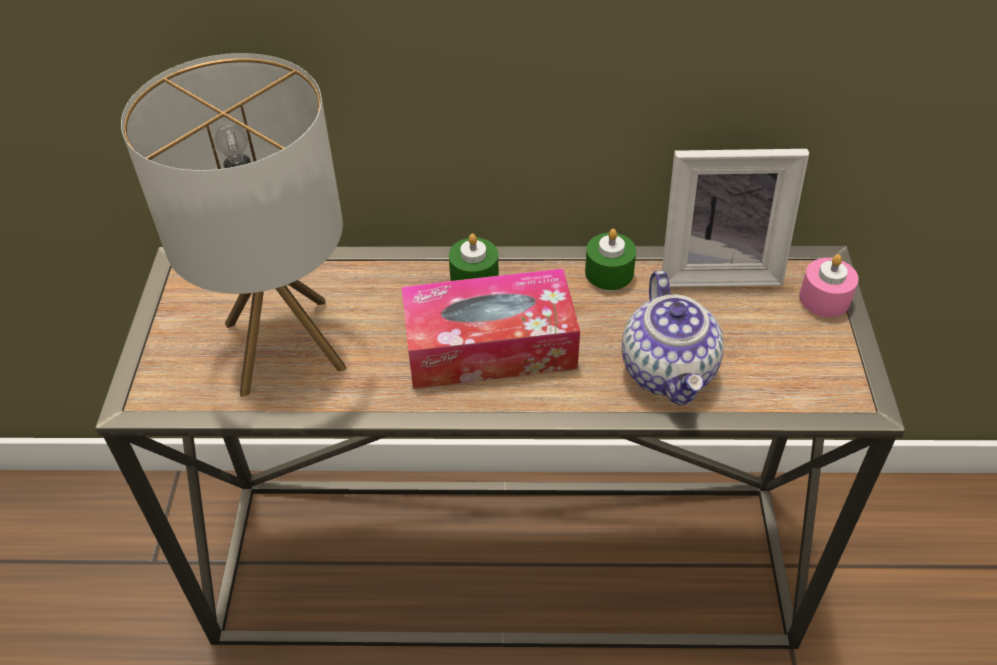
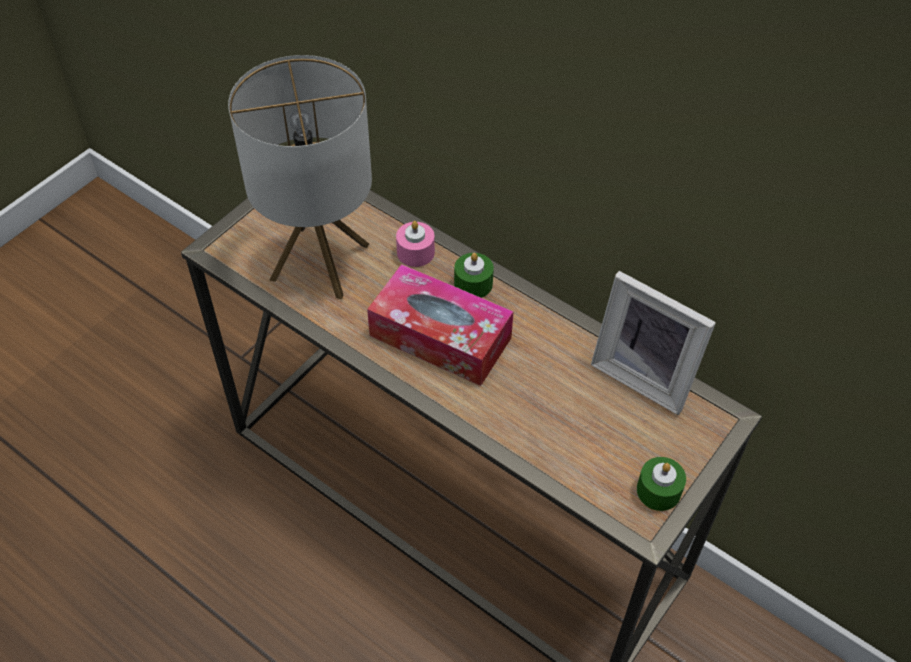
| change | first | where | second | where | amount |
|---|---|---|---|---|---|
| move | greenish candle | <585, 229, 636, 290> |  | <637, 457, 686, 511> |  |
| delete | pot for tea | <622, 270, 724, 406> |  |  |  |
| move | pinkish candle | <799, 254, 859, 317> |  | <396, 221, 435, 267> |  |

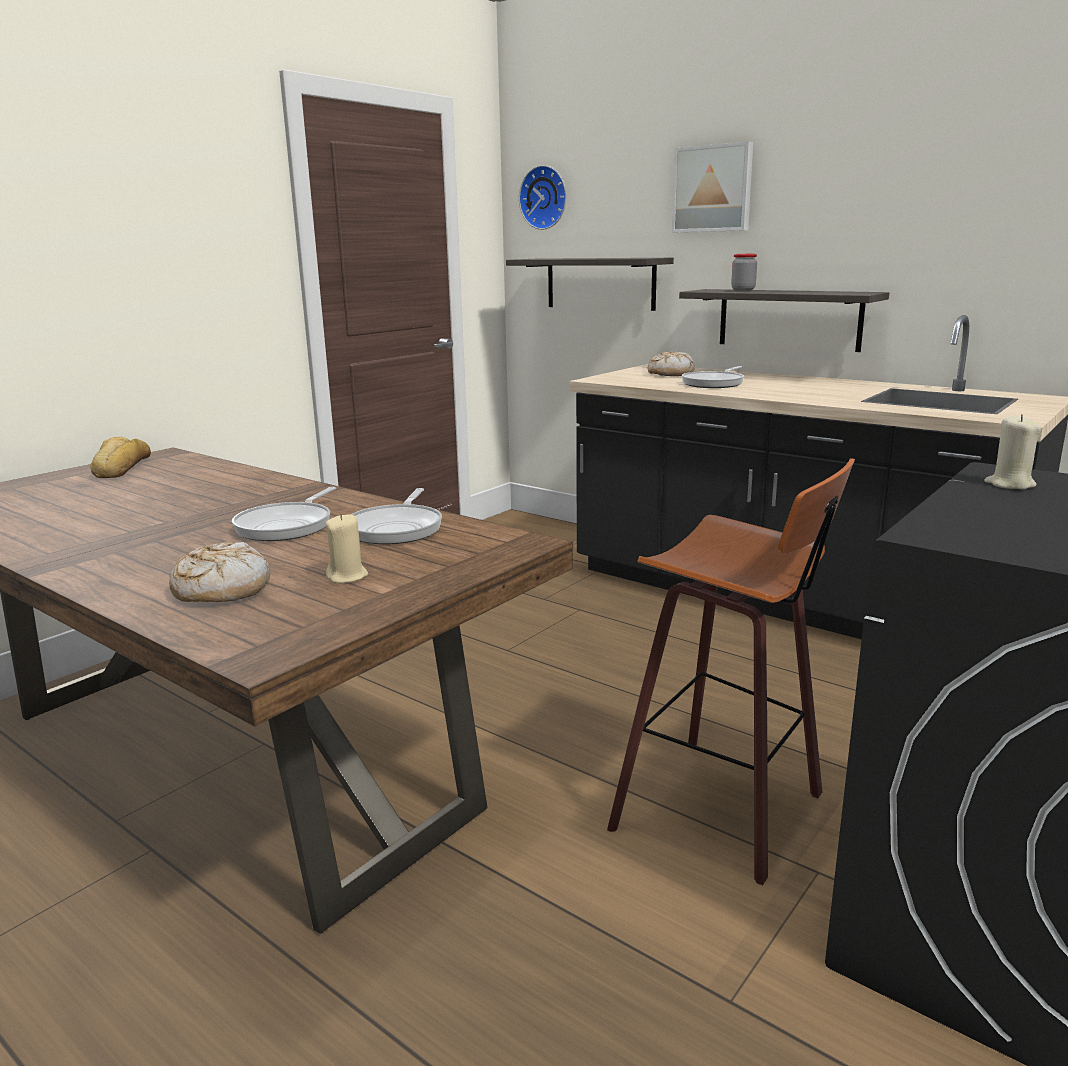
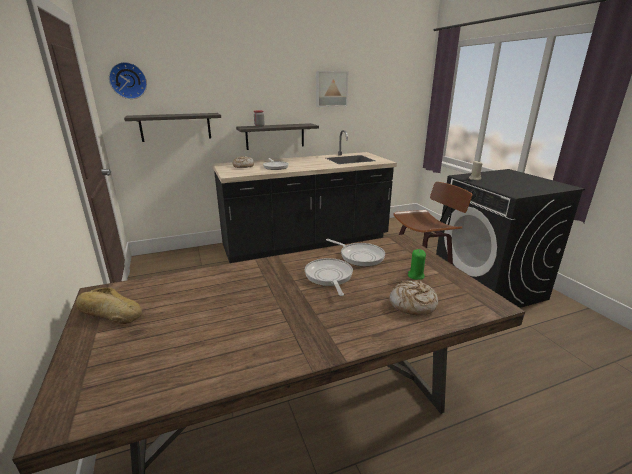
| change | first | where | second | where | amount |
|---|---|---|---|---|---|
| rotate | pan | <232, 487, 336, 541> |  | <305, 258, 353, 296> | 150 degrees counterclockwise |
| recolor | beige candle | <326, 513, 368, 583> | greenish candle | <408, 249, 426, 280> |  |
| move | wall art | <672, 141, 753, 232> |  | <316, 71, 348, 107> |  |

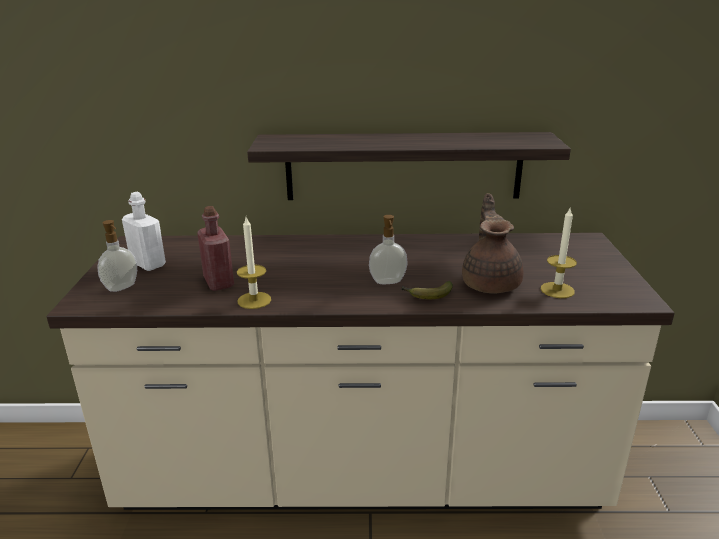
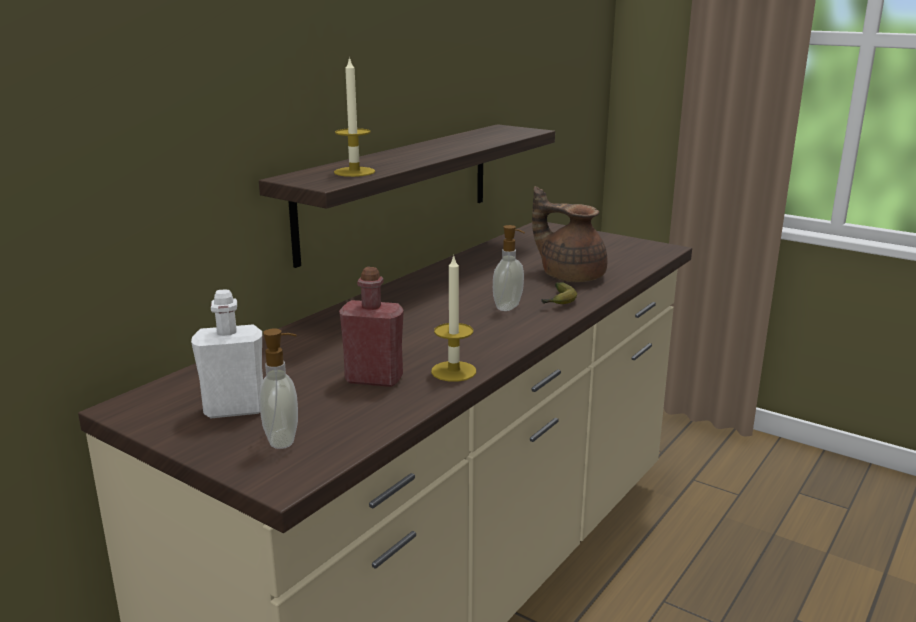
| change | first | where | second | where | amount |
|---|---|---|---|---|---|
| move | candle | <540, 206, 577, 298> |  | <334, 56, 375, 177> |  |

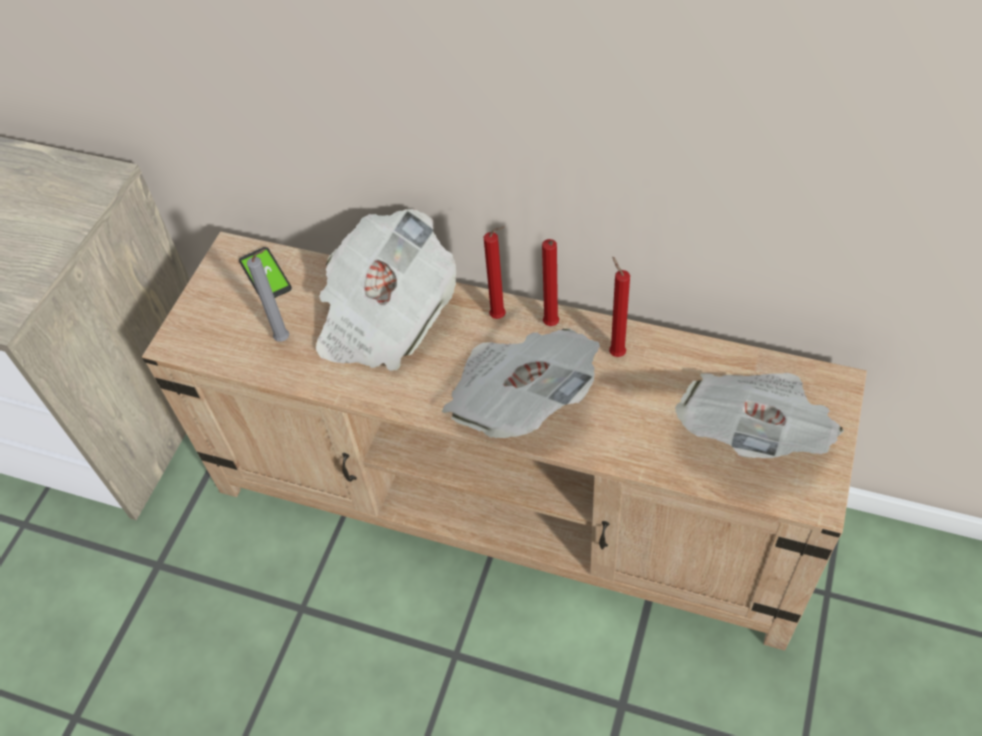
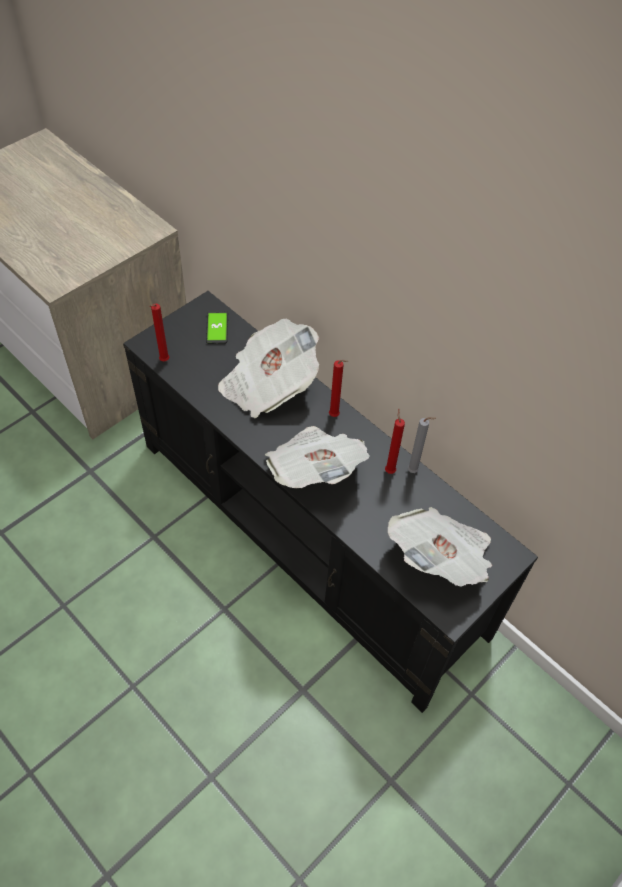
| change | first | where | second | where | amount |
|---|---|---|---|---|---|
| recolor | beige media console | <142, 232, 867, 651> | blackish media console | <123, 291, 538, 713> |  |
| move | grey candle | <247, 249, 289, 342> |  | <408, 417, 436, 473> |  |
| move | red candle | <542, 239, 559, 326> |  | <150, 304, 169, 361> |  |

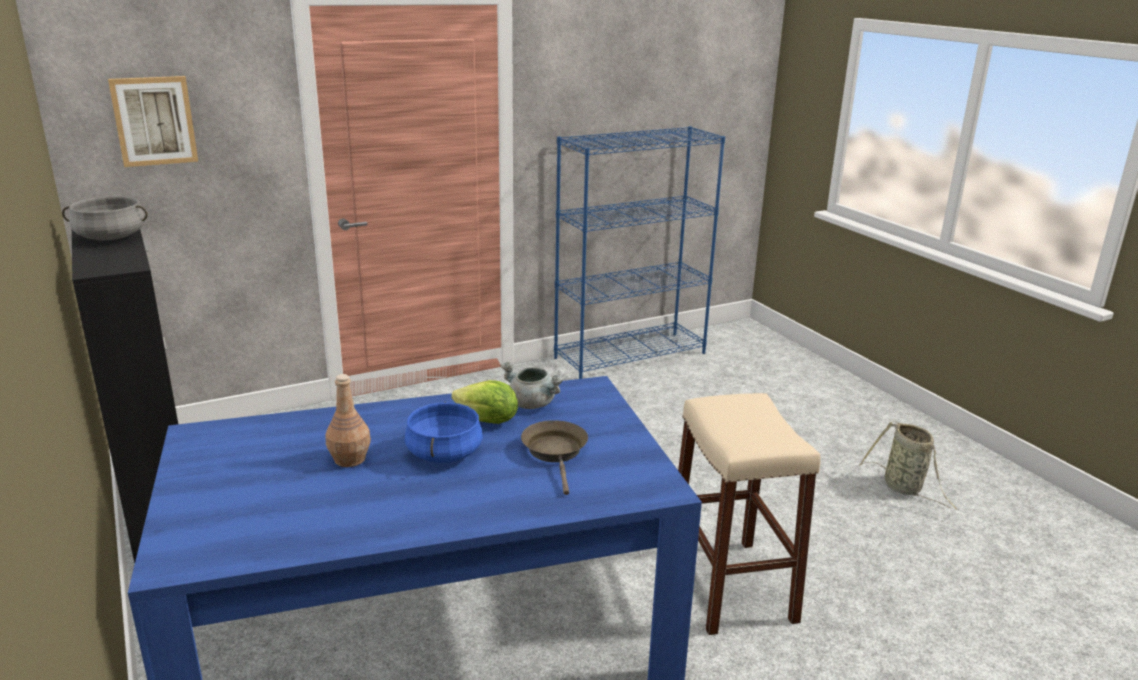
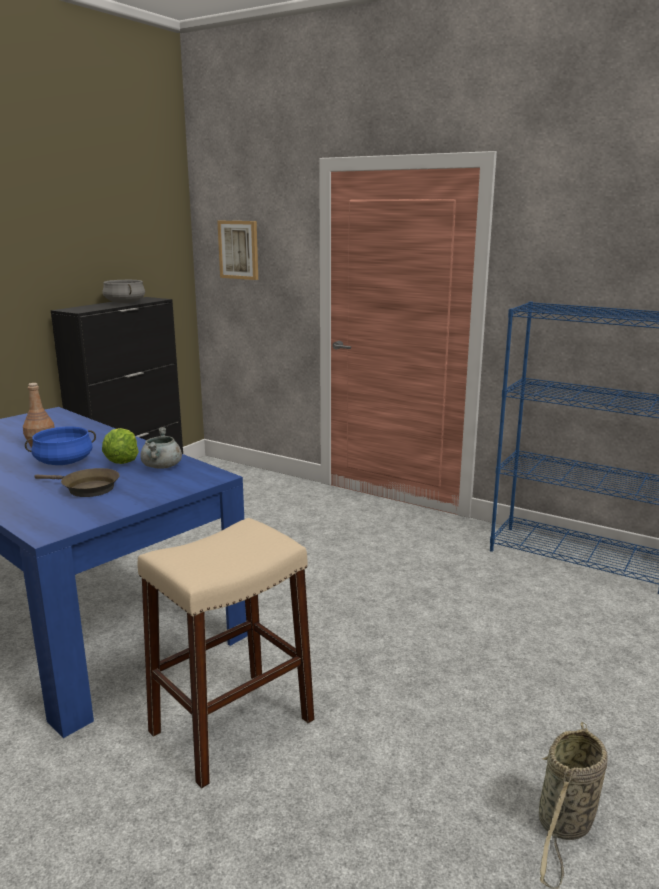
| change | first | where | second | where | amount |
|---|---|---|---|---|---|
| rotate | brownish pan | <521, 420, 588, 495> |  | <34, 468, 120, 497> | 60 degrees clockwise |

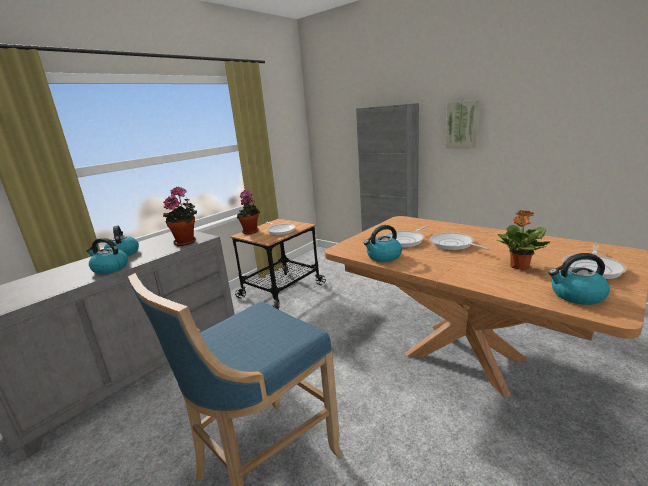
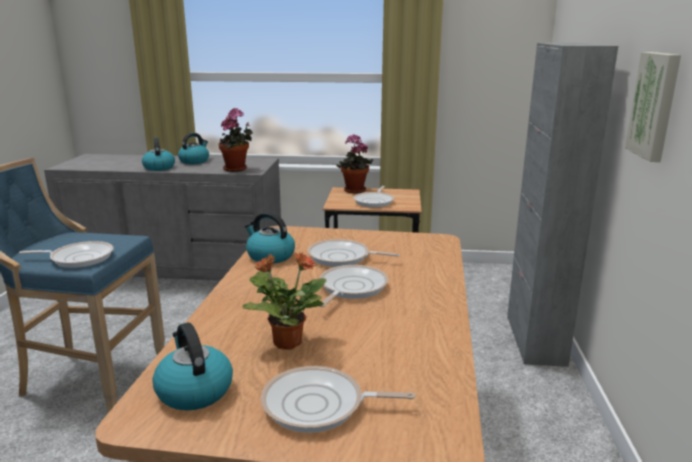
| change | first | where | second | where | amount |
|---|---|---|---|---|---|
| insert |  |  | pan | <19, 241, 114, 268> |  |

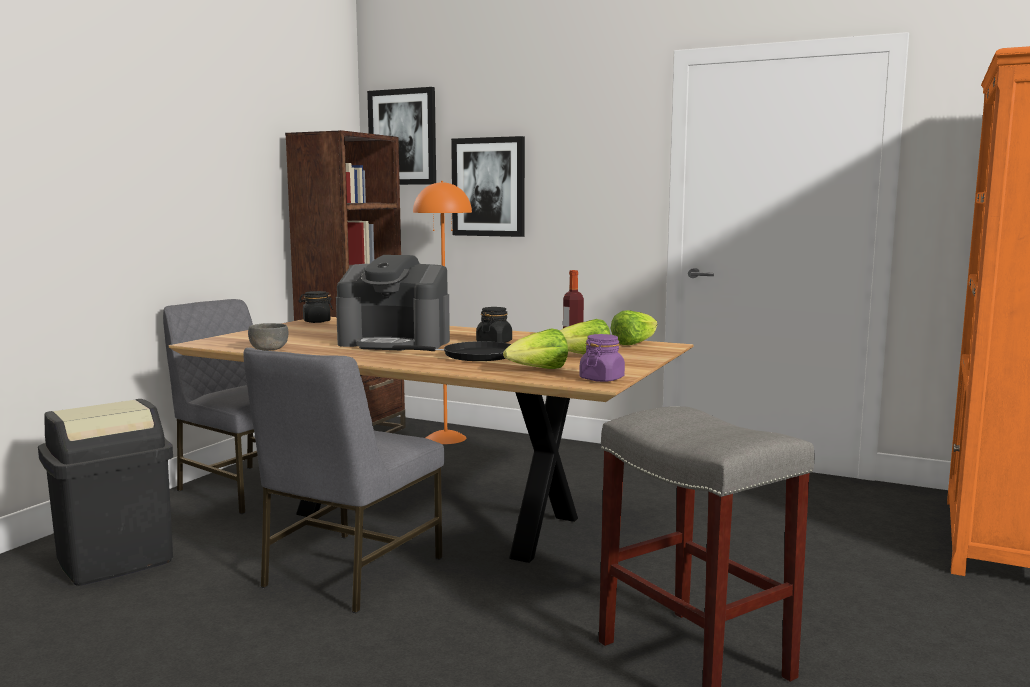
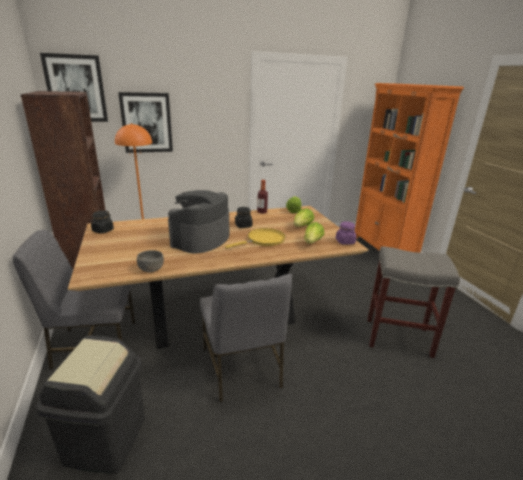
| change | first | where | second | where | amount |
|---|---|---|---|---|---|
| rotate | coffee maker | <336, 255, 450, 350> |  | <168, 190, 230, 253> | 150 degrees clockwise |
| recolor | blackish pan | <392, 341, 511, 361> | yellow-coloured pan | <225, 228, 285, 248> |  |

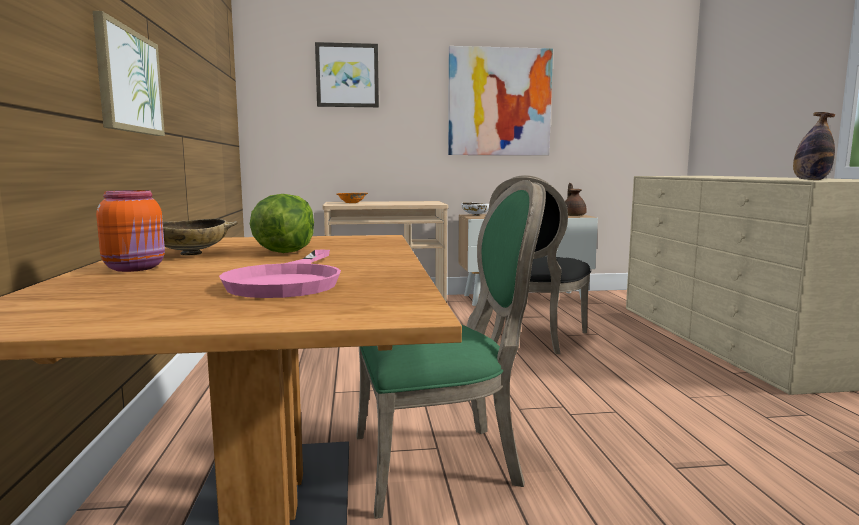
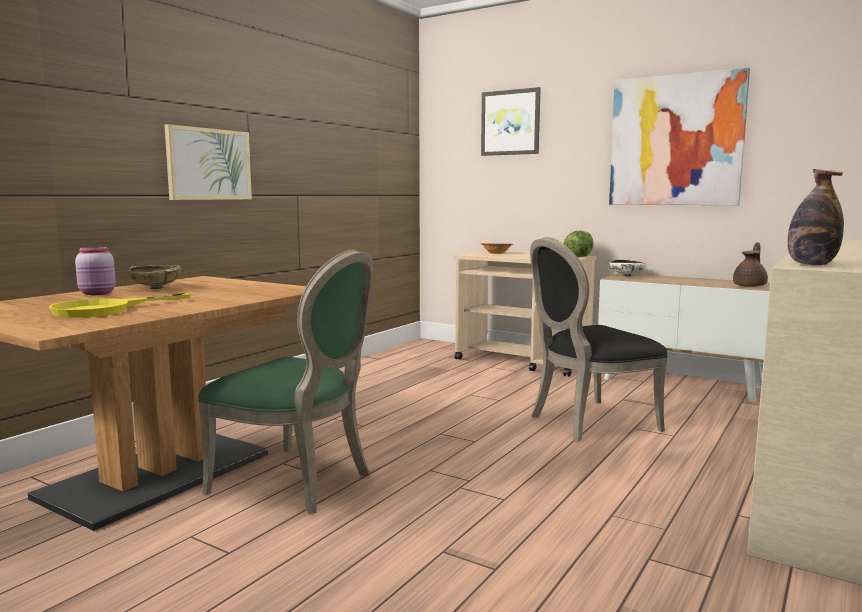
| change | first | where | second | where | amount |
|---|---|---|---|---|---|
| recolor | orangey preserve jar | <96, 190, 165, 272> | pinkish preserve jar | <75, 246, 116, 295> |  |
| recolor | pinkish pan | <219, 250, 341, 298> | yellow-coloured pan | <49, 293, 191, 318> |  |
| move | lettuce | <250, 194, 314, 253> |  | <564, 230, 594, 257> |  |

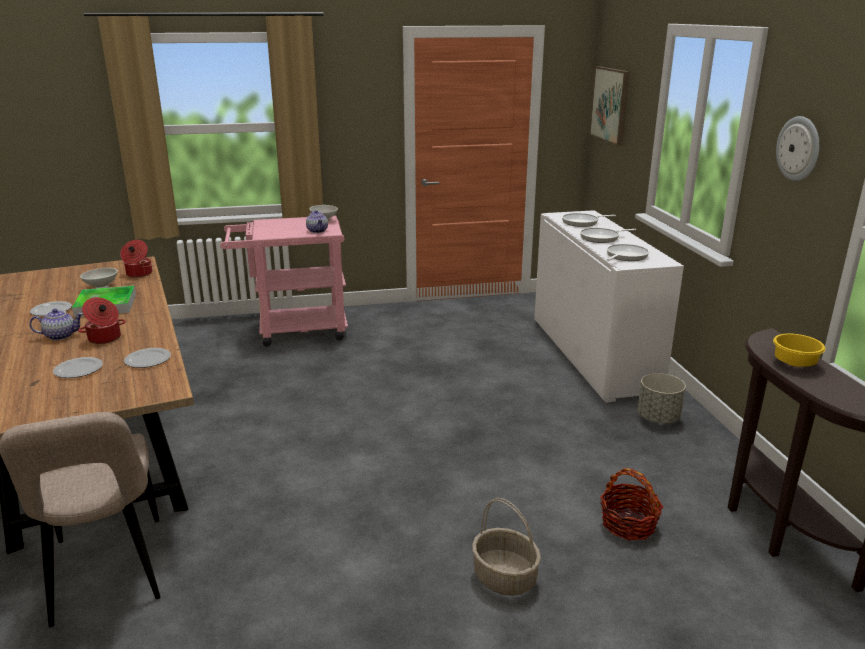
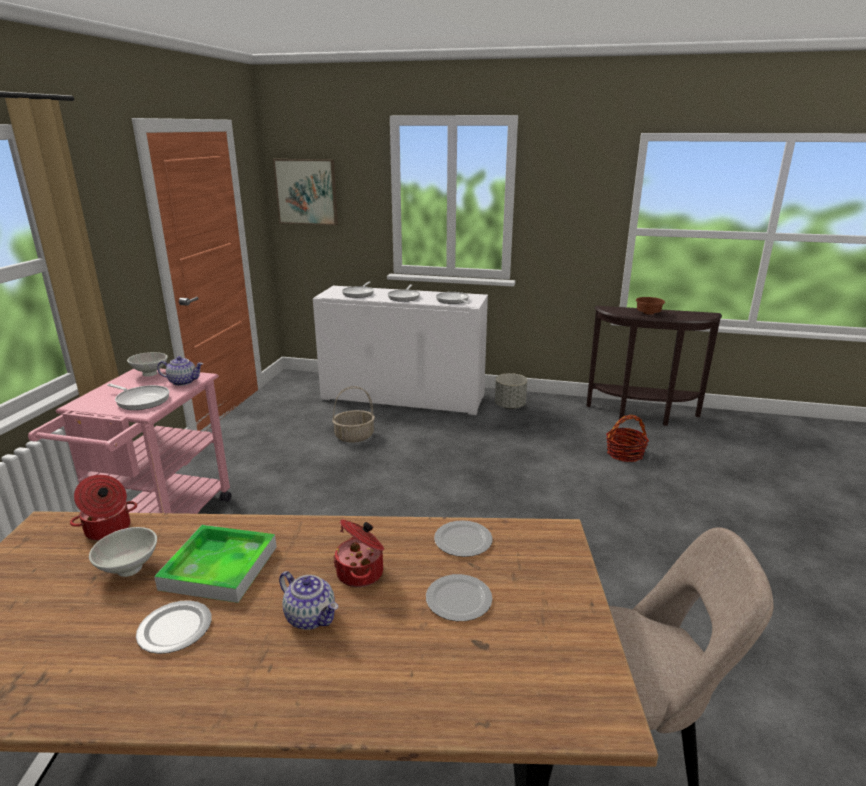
| change | first | where | second | where | amount |
|---|---|---|---|---|---|
| rotate | pot for tea | <29, 309, 83, 340> |  | <279, 571, 338, 630> | 120 degrees clockwise |
| move | household basket | <472, 498, 541, 596> |  | <332, 386, 375, 443> |  |
| recolor | yellow-coloured serving bowl | <773, 334, 825, 367> | brownish serving bowl | <636, 297, 665, 315> |  |
| delete | hanging clock | <776, 116, 820, 181> |  |  |  |
| insert |  |  | pan | <107, 383, 169, 410> |  |

